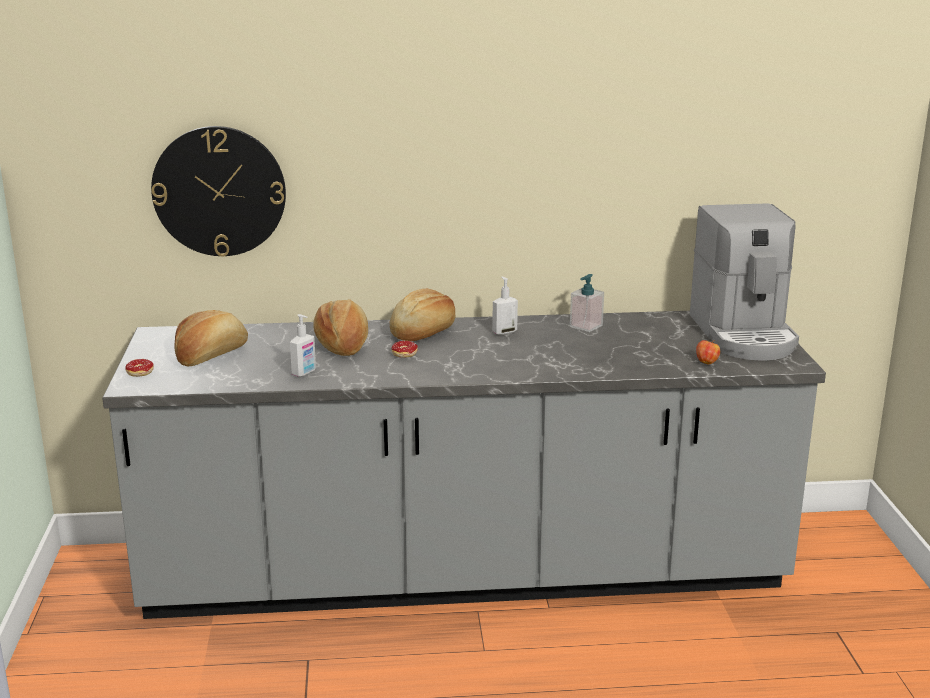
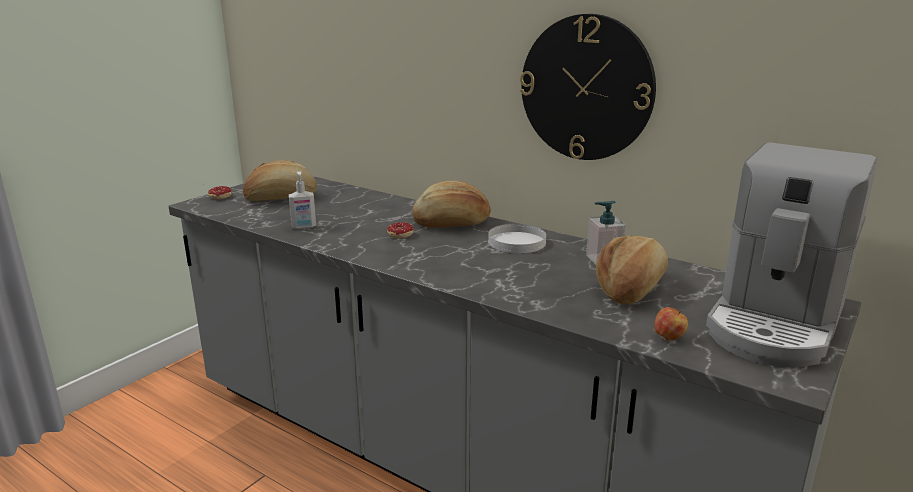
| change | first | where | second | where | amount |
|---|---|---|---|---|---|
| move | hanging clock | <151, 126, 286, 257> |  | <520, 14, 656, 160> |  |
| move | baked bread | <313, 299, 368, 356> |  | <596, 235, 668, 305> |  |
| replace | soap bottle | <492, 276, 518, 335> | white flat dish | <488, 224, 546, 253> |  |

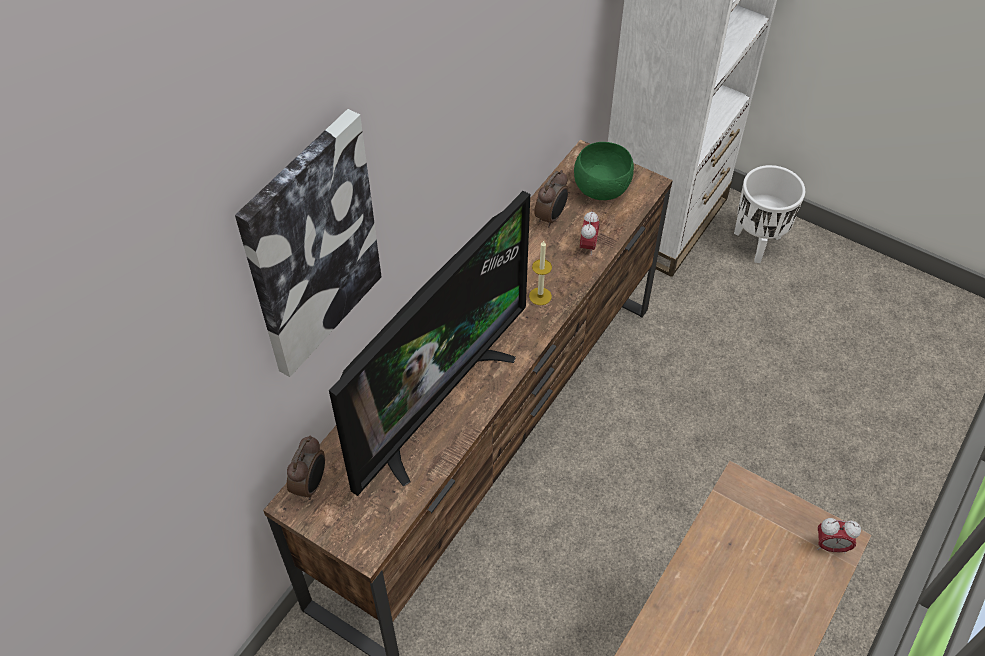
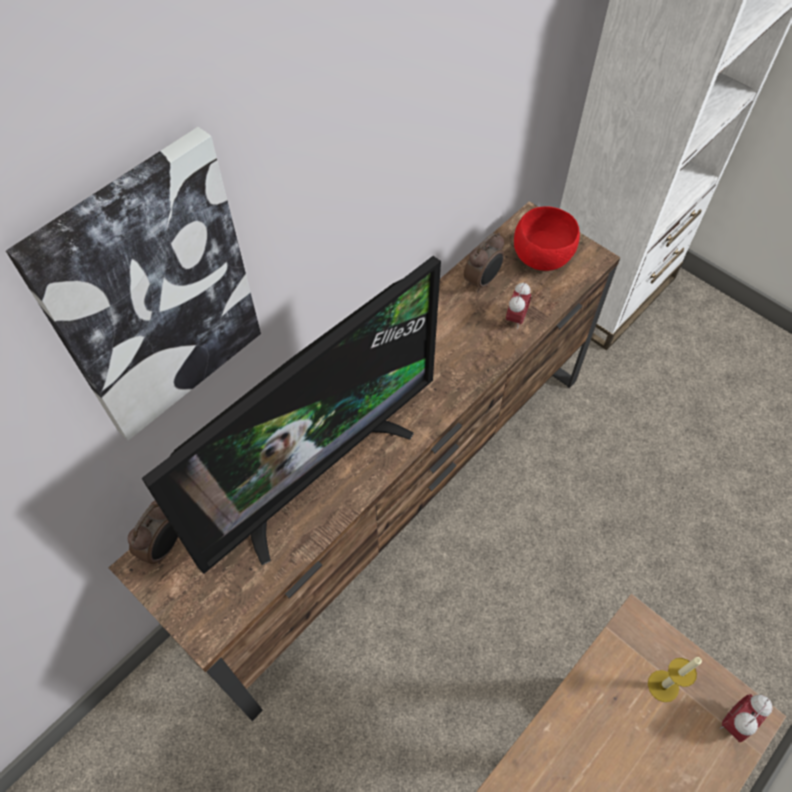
| change | first | where | second | where | amount |
|---|---|---|---|---|---|
| move | candle | <529, 240, 552, 305> |  | <648, 657, 702, 702> |  |
| recolor | greenish serving bowl | <574, 142, 634, 200> | red serving bowl | <514, 206, 580, 271> |  |
| delete | white flower pot | <734, 165, 805, 263> |  |  |  |
| rotate | table clock | <817, 518, 861, 554> |  | <720, 694, 772, 742> | 120 degrees clockwise |

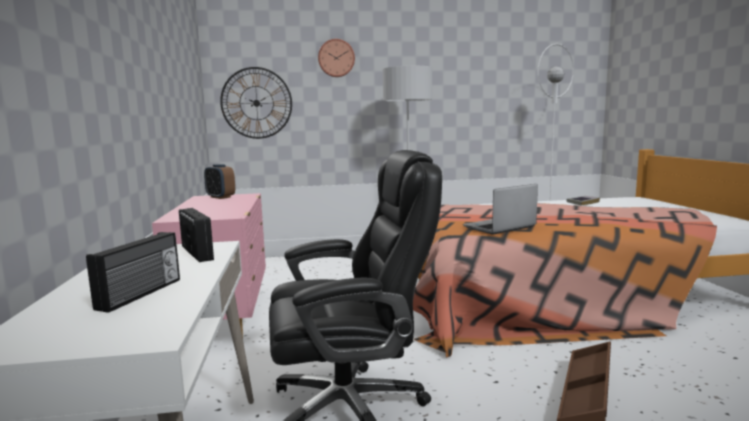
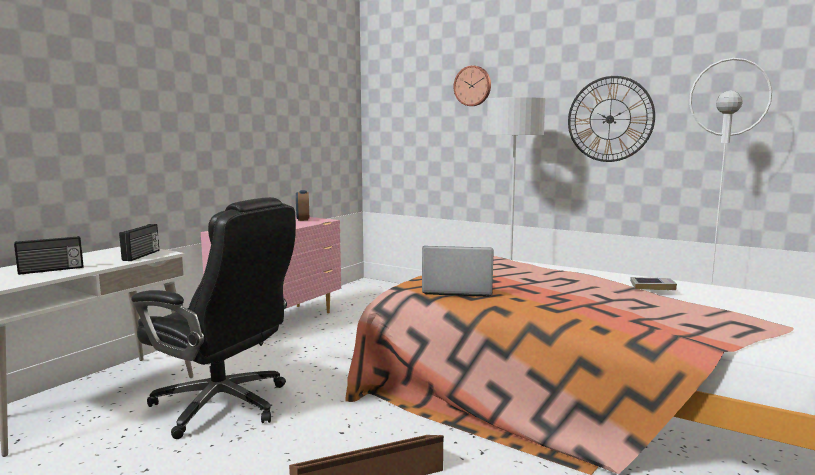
| change | first | where | second | where | amount |
|---|---|---|---|---|---|
| move | hanging clock | <220, 67, 292, 139> |  | <568, 76, 655, 162> |  |

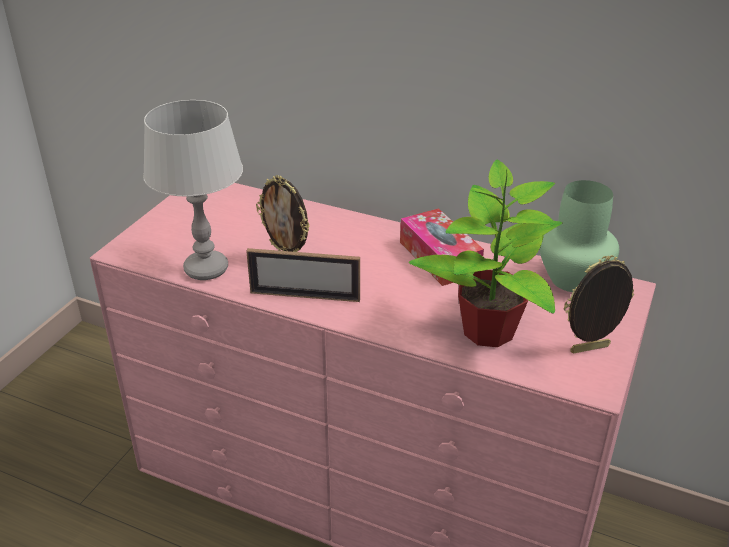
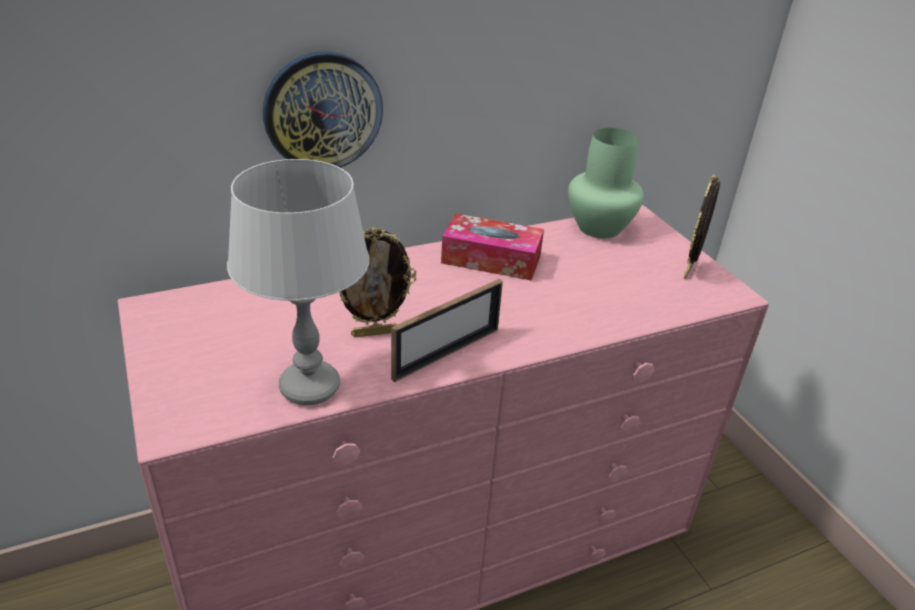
| change | first | where | second | where | amount |
|---|---|---|---|---|---|
| delete | potted plant | <409, 160, 563, 347> |  |  |  |
| insert |  |  | hanging clock | <263, 51, 383, 168> |  |

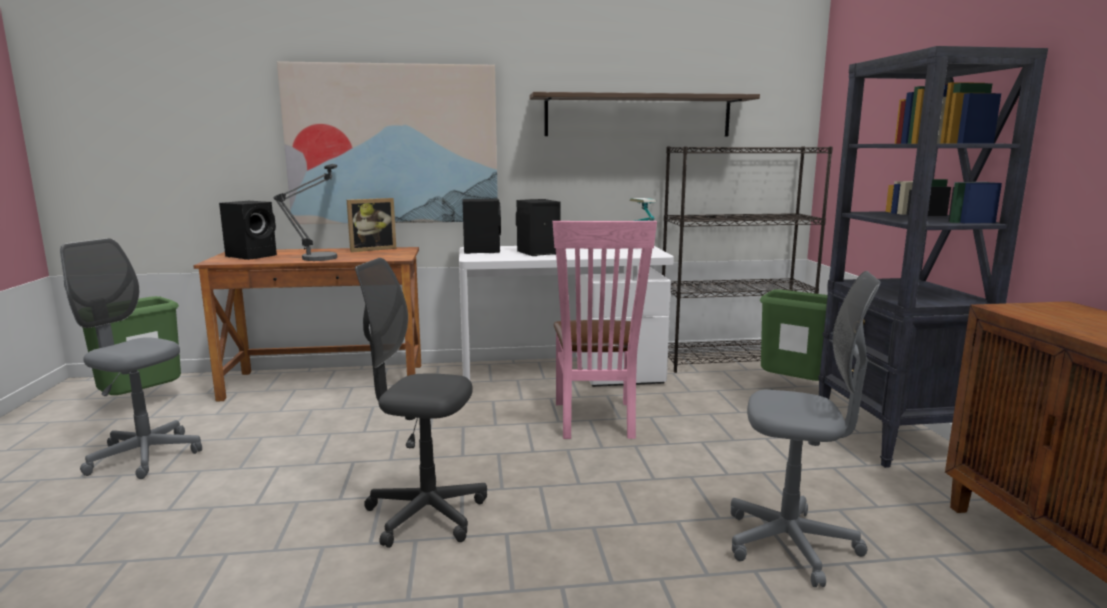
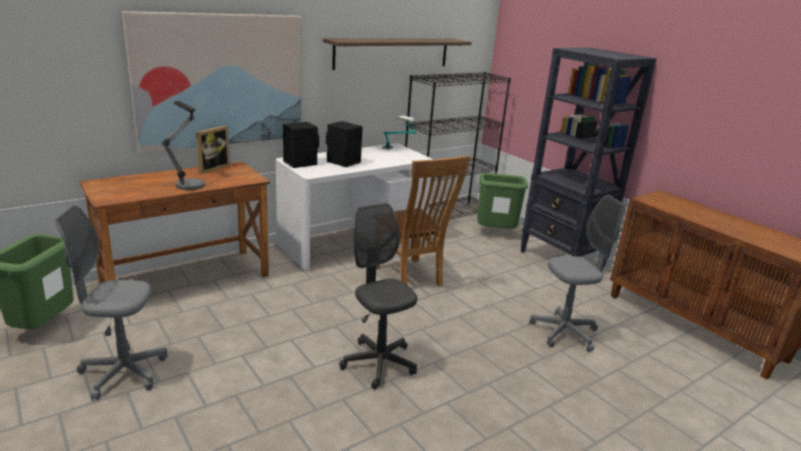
| change | first | where | second | where | amount |
|---|---|---|---|---|---|
| delete | blackish audio speaker | <219, 201, 277, 260> |  |  |  |
| rotate | grey desk chair | <355, 258, 487, 548> |  | <339, 203, 417, 389> | 75 degrees clockwise |
| recolor | pinkish upright chair | <552, 221, 657, 439> | brownish upright chair | <376, 156, 471, 286> |  |

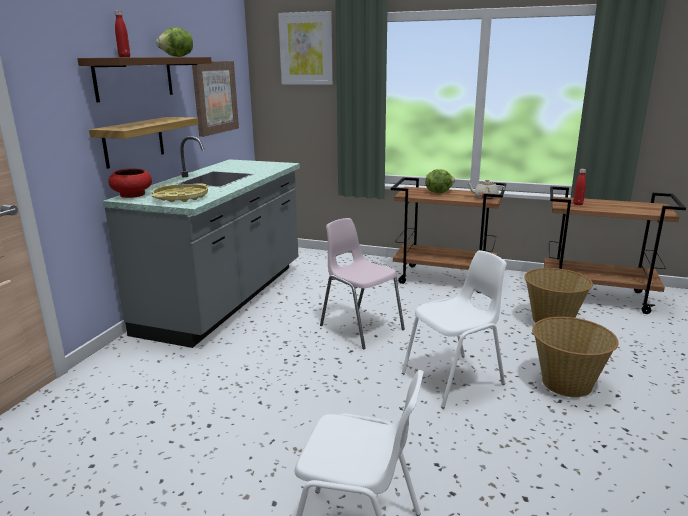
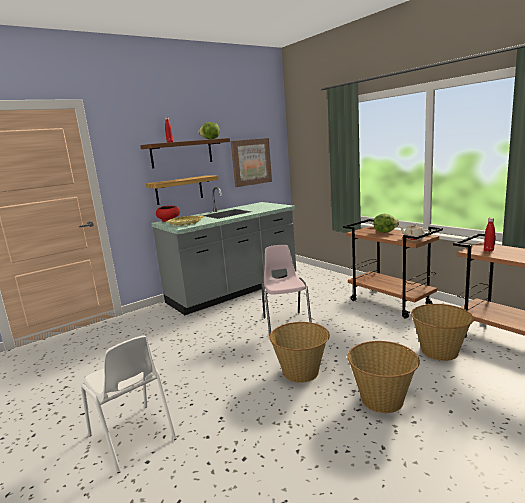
| change | first | where | second | where | amount |
|---|---|---|---|---|---|
| delete | wall art | <278, 11, 333, 85> |  |  |  |
| replace | white upright chair | <402, 250, 506, 409> | household basket | <270, 322, 330, 383> |  |

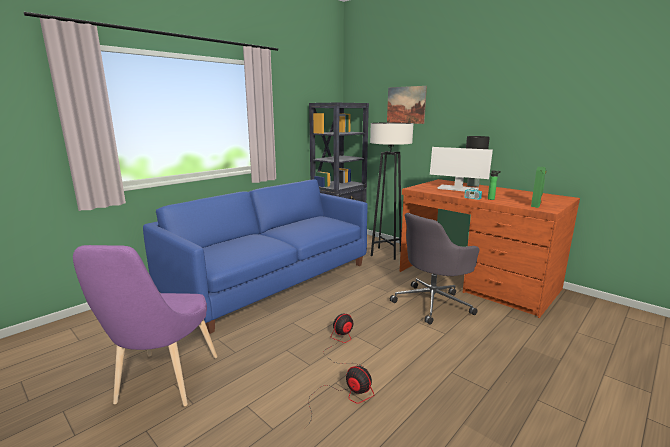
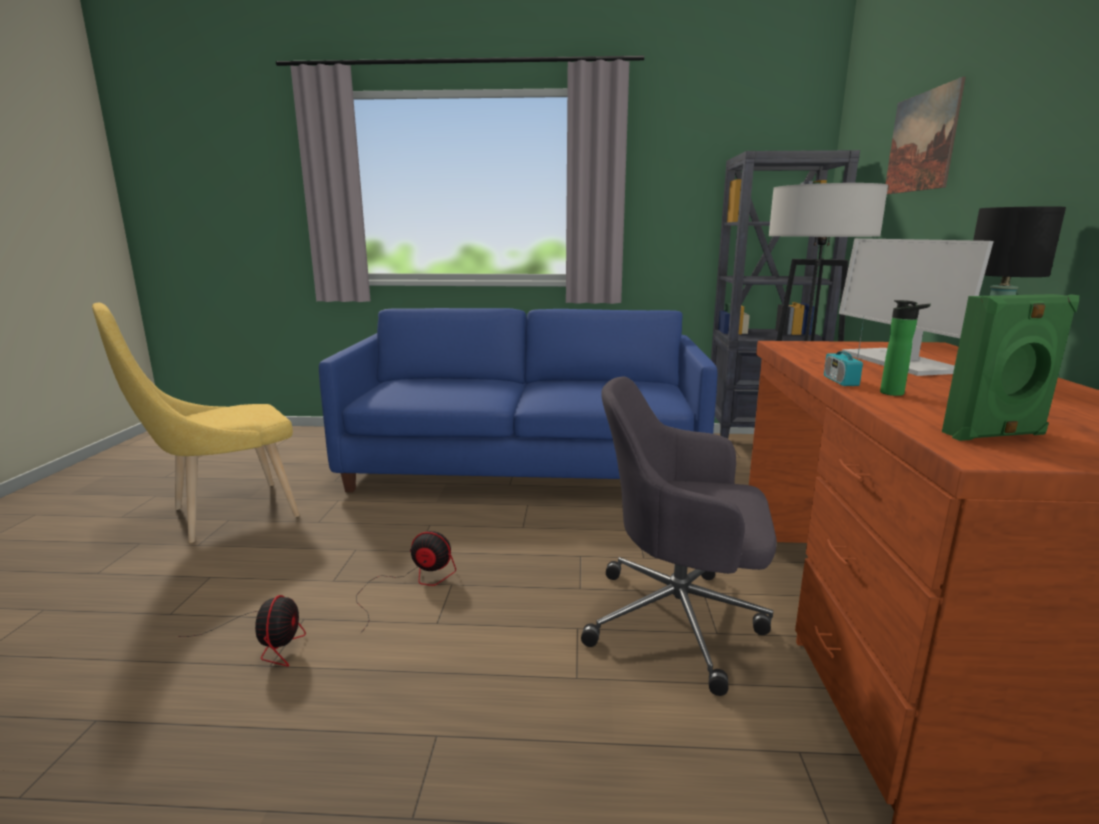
| change | first | where | second | where | amount |
|---|---|---|---|---|---|
| recolor | purple-coloured upright chair | <73, 245, 218, 406> | yellow-coloured upright chair | <92, 303, 300, 543> |  |

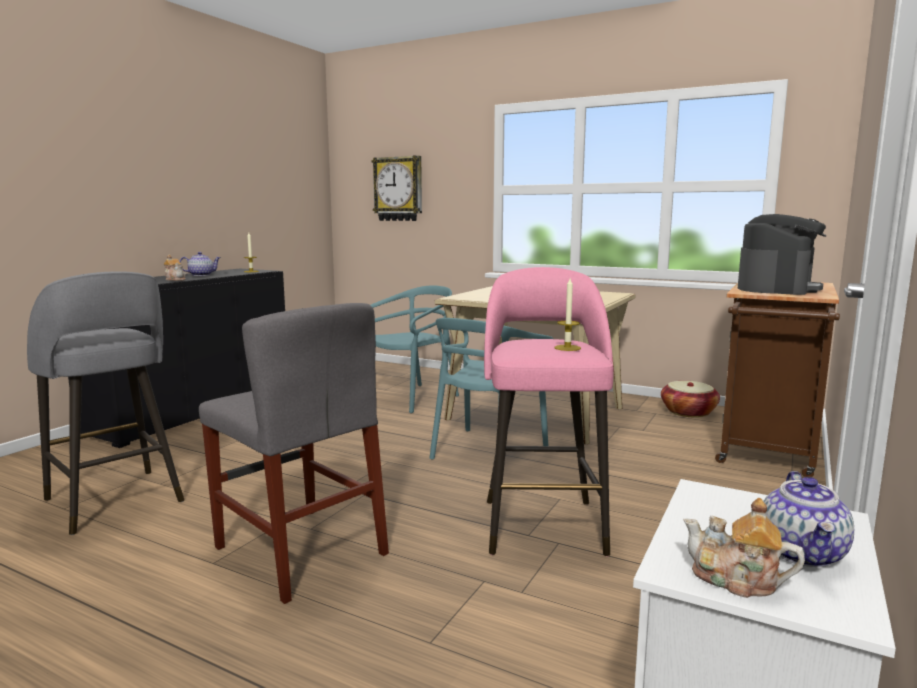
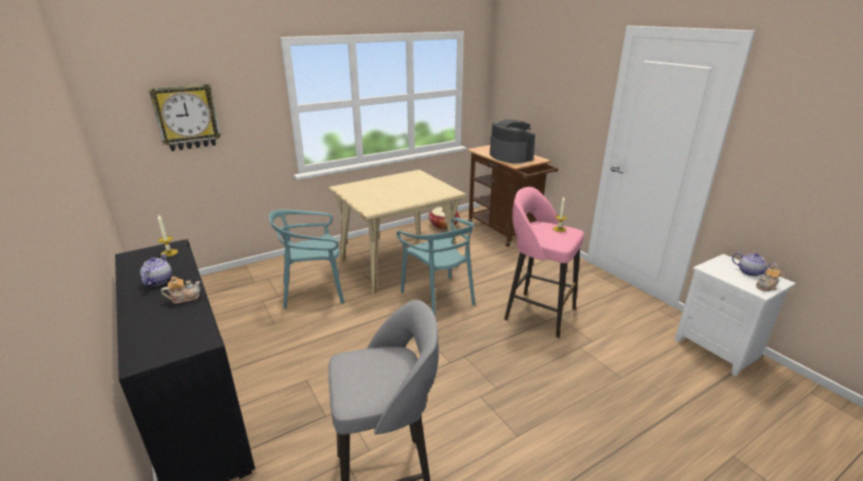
| change | first | where | second | where | amount |
|---|---|---|---|---|---|
| delete | grey upright chair | <199, 303, 389, 604> |  |  |  |
| rotate | turquoise upright chair | <371, 285, 459, 413> |  | <269, 210, 345, 309> | 90 degrees counterclockwise |

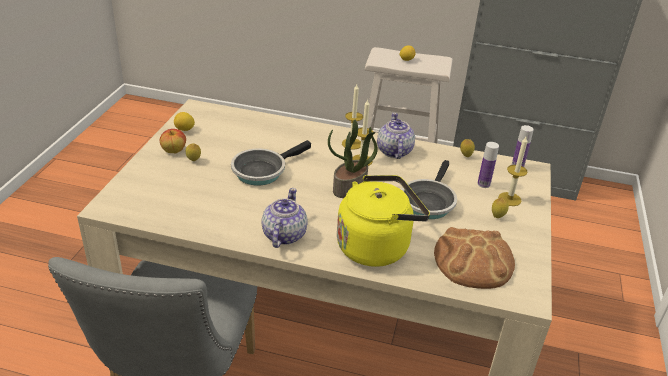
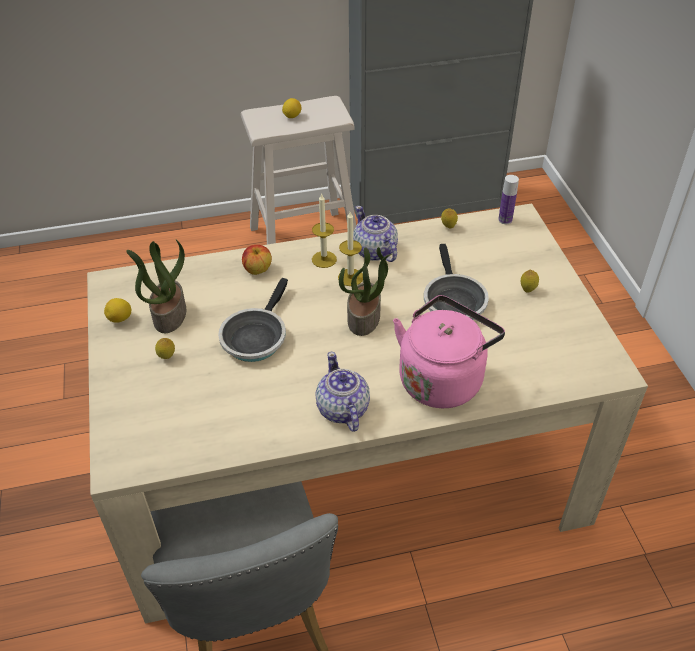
| change | first | where | second | where | amount |
|---|---|---|---|---|---|
| move | apple | <160, 129, 186, 153> |  | <242, 245, 272, 275> |  |
| recolor | yellow-coloured tea kettle | <337, 175, 430, 267> | pinkish tea kettle | <393, 295, 505, 408> |  |
| delete | baked bread | <434, 227, 515, 289> |  |  |  |
| delete | bottle | <477, 142, 499, 188> |  |  |  |
| delete | candle | <498, 137, 528, 206> |  |  |  |
| insert |  |  | potted plant | <126, 239, 186, 333> |  |

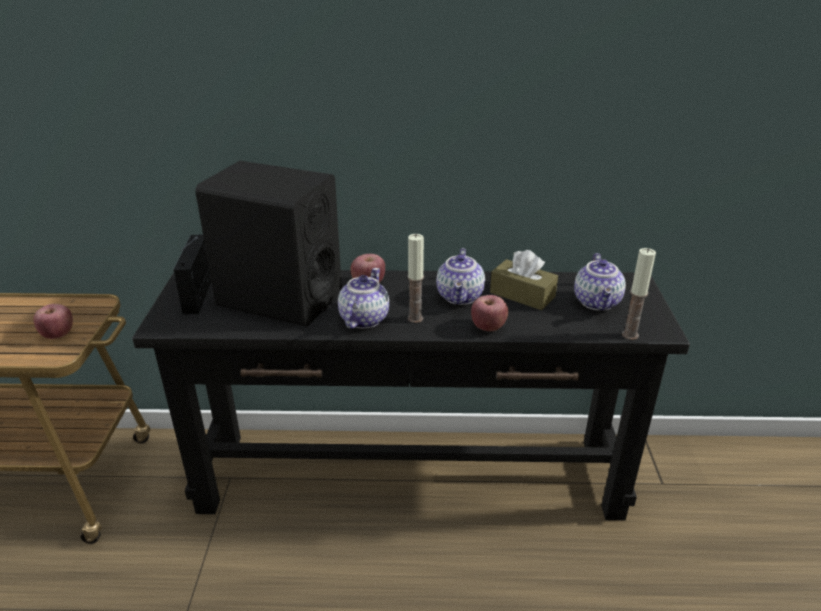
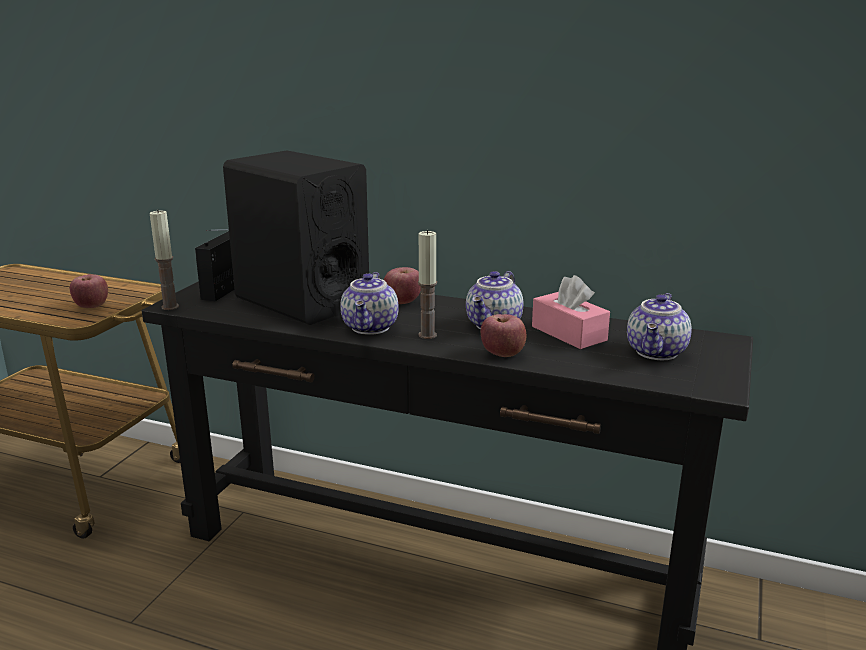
| change | first | where | second | where | amount |
|---|---|---|---|---|---|
| rotate | pot for tea | <338, 268, 389, 329> |  | <340, 272, 399, 335> | 150 degrees clockwise |
| recolor | brownish box of tissues | <490, 250, 558, 310> | pinkish box of tissues | <532, 275, 610, 349> |  |
| move | candle | <622, 248, 656, 340> |  | <150, 209, 179, 310> |  |

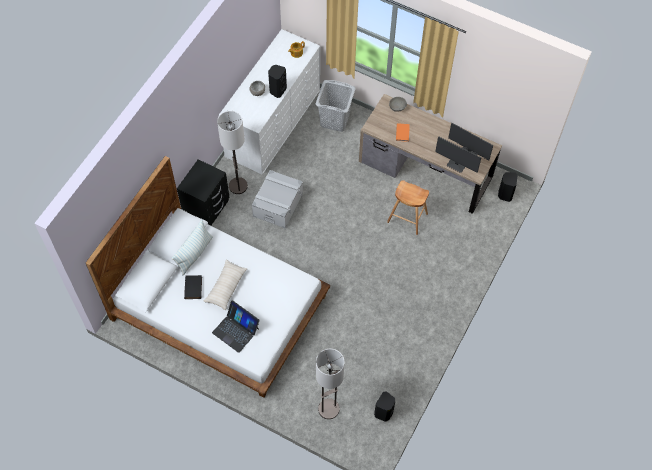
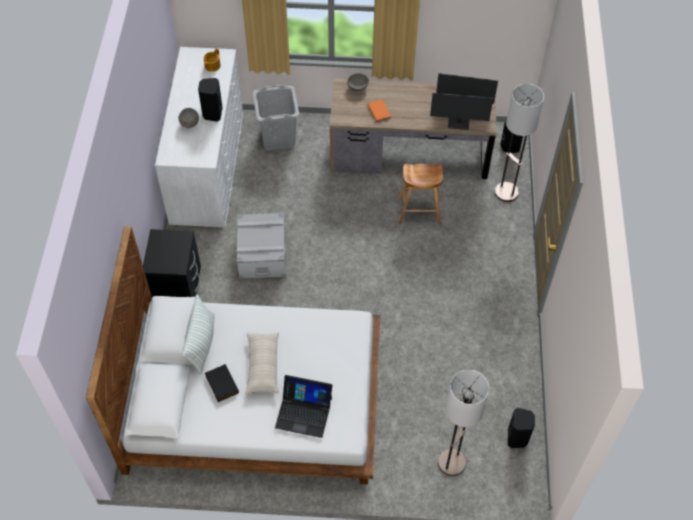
| change | first | where | second | where | amount |
|---|---|---|---|---|---|
| move | standing lamp | <217, 111, 248, 194> |  | <495, 83, 544, 202> |  |

